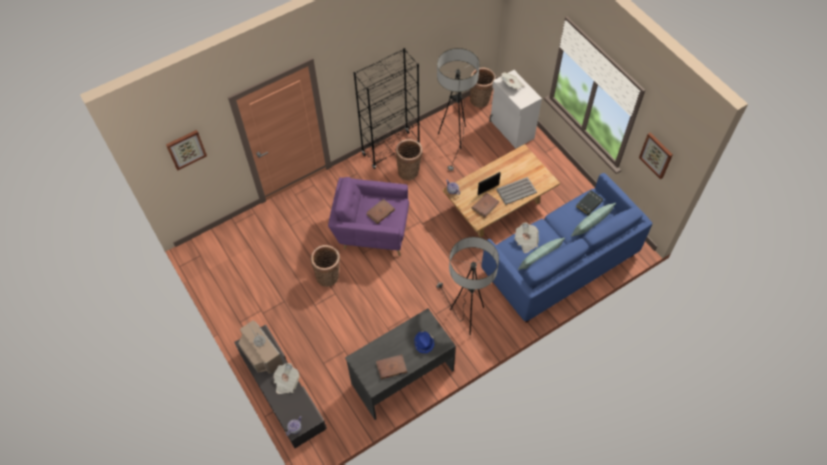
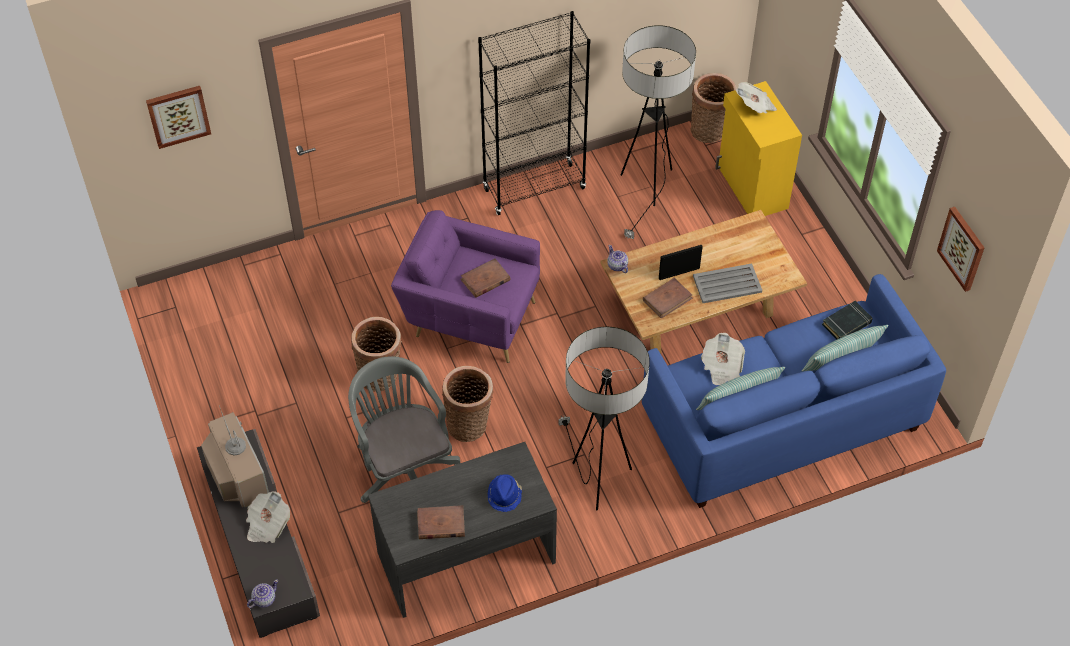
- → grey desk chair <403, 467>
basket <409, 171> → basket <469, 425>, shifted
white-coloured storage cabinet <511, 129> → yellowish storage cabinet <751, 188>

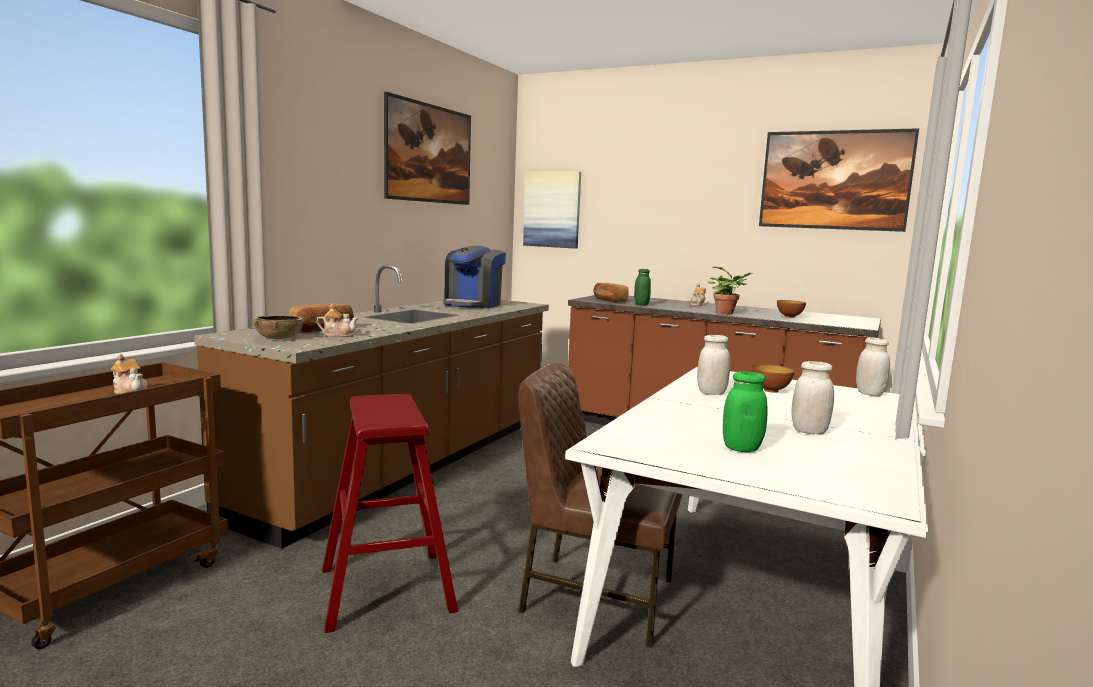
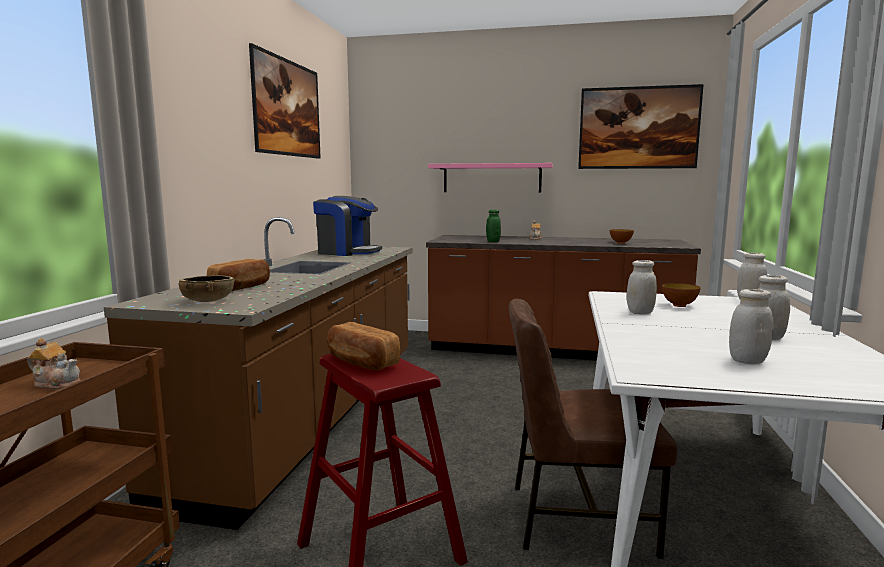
coffee machine <473, 304> → coffee machine <347, 252>, 75 degrees counterclockwise
baked bread <609, 300> → baked bread <361, 362>, shifted
- → pinkish bracket shelf <492, 178>
green storage jar <741, 448> → white-coloured storage jar <747, 360>
pot for tea <338, 335> → -
wall art <552, 209> → -
plant in a pot <727, 313> → -

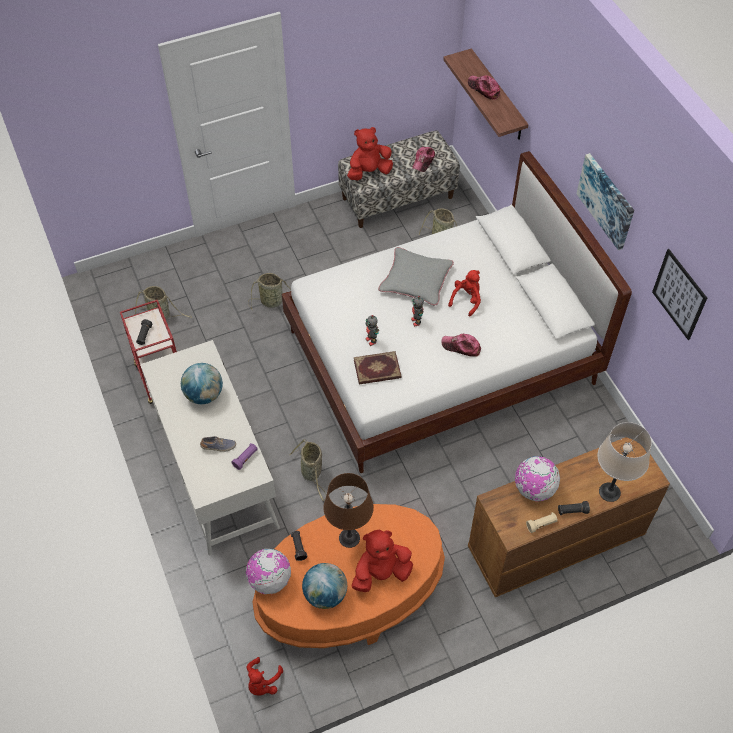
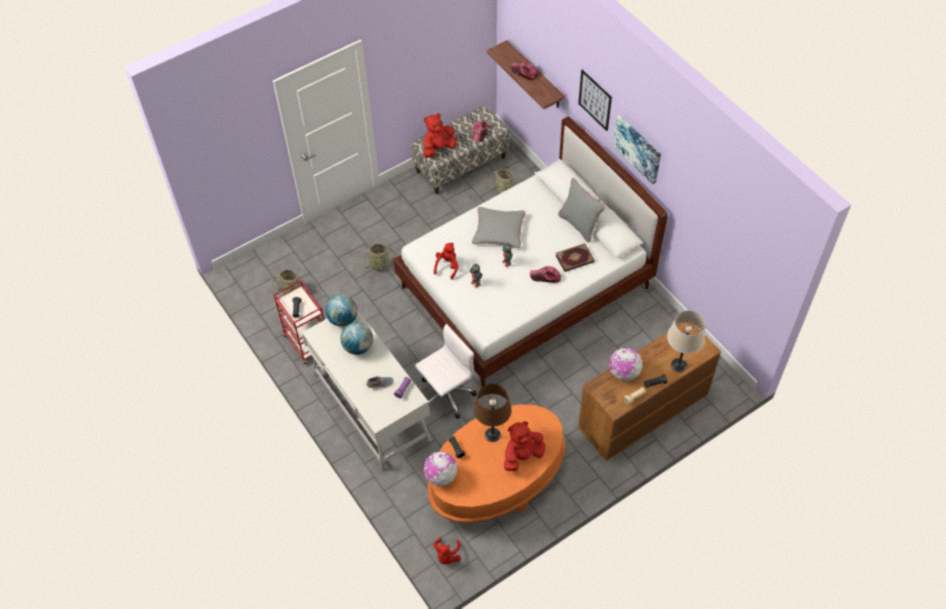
desk globe <325, 594> → desk globe <343, 319>, shifted
basket <312, 473> → white-coloured desk chair <446, 394>
red-coloured soft toy <466, 300> → red-coloured soft toy <447, 266>, shifted
volume <377, 370> → volume <575, 259>, shifted
- → grey cushion <579, 225>
wall art <679, 294> → wall art <595, 100>, shifted

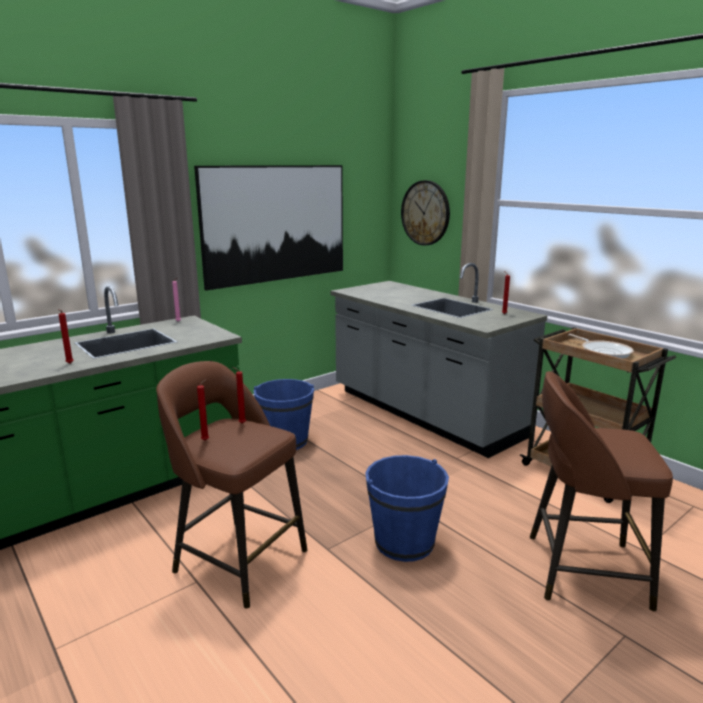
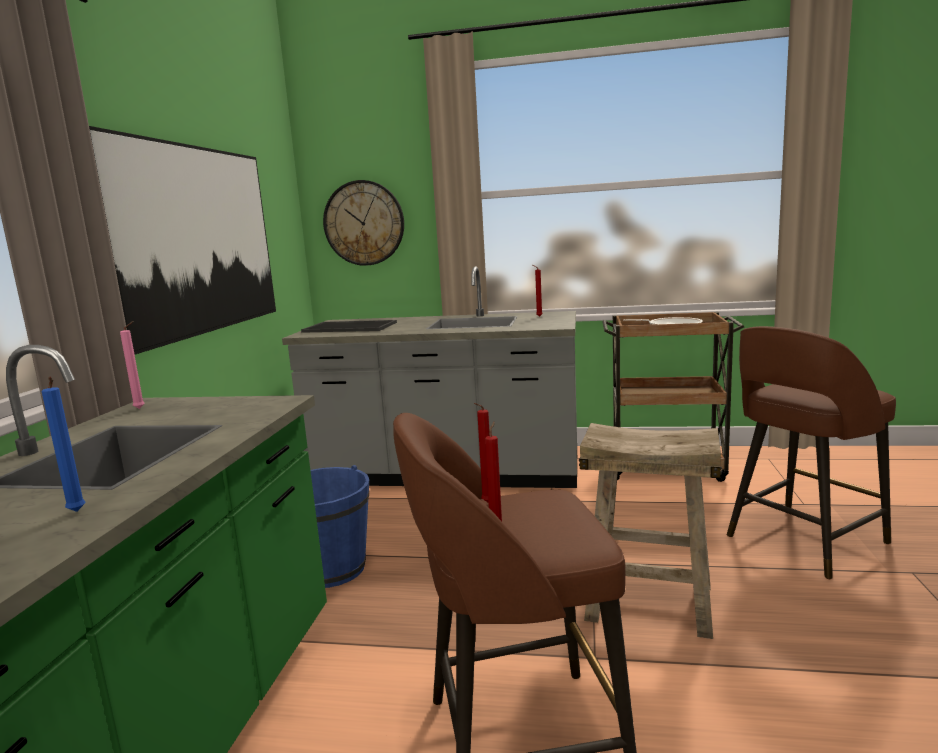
red-coloured candle <69, 364> → blue-coloured candle <77, 512>
- → tray <351, 327>
blue-coloured bucket <404, 542> → sand-coloured sitting stool <650, 601>

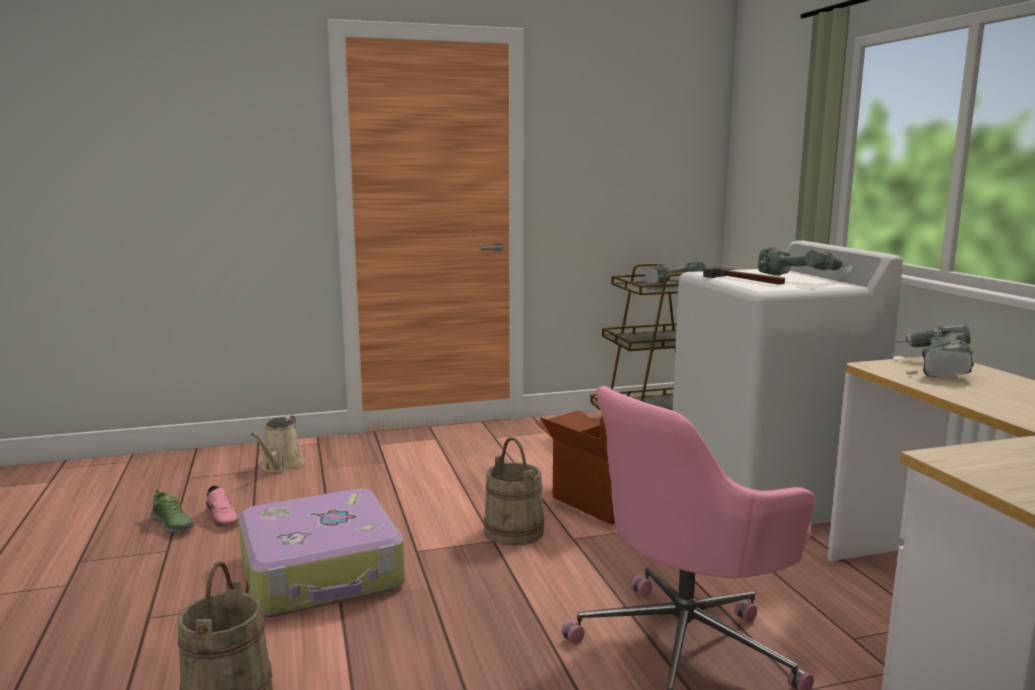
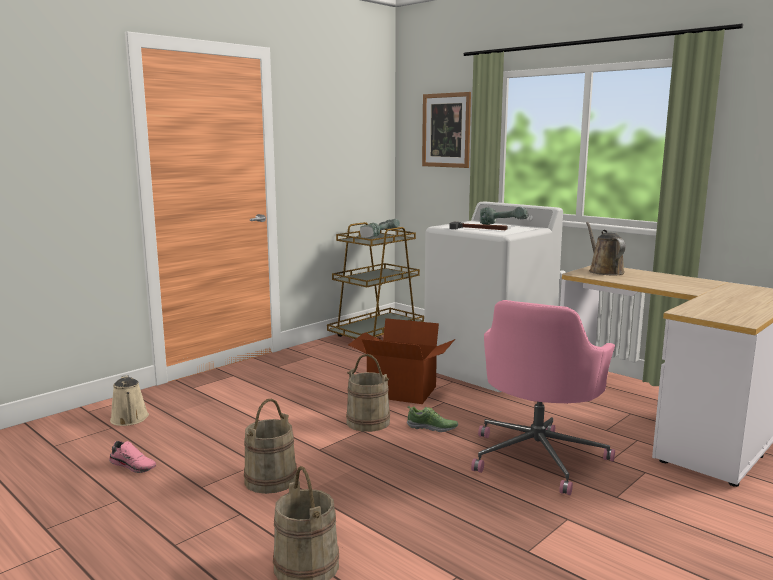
suitcase <323, 572> → sand-coloured bucket <270, 479>
shoe <172, 524> → shoe <432, 428>, shifted
- → wall art <446, 130>
electric drill <933, 368> → brownish sprinkling can <604, 271>

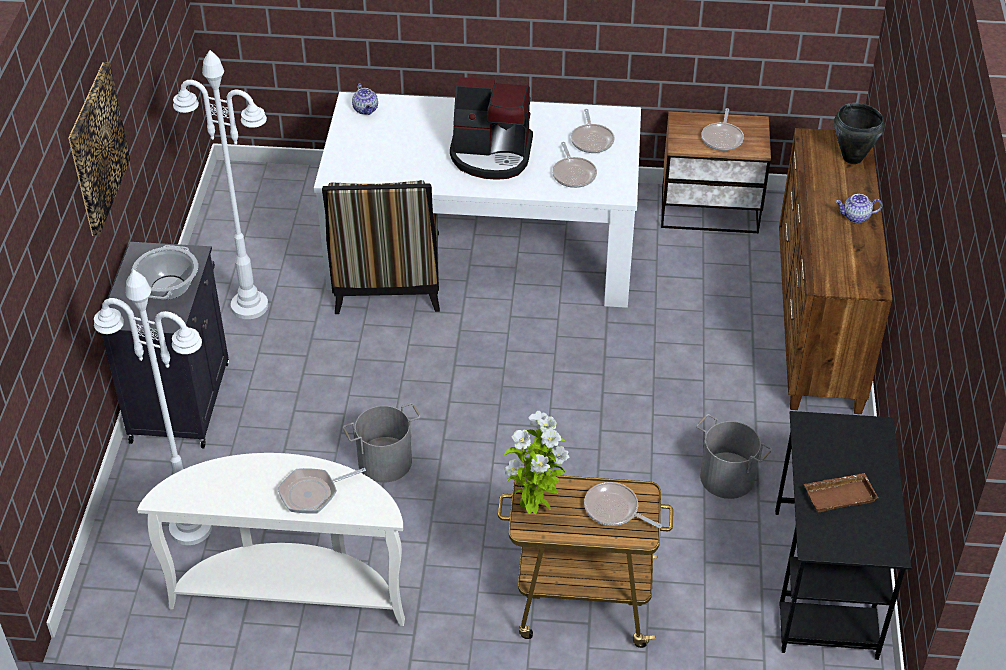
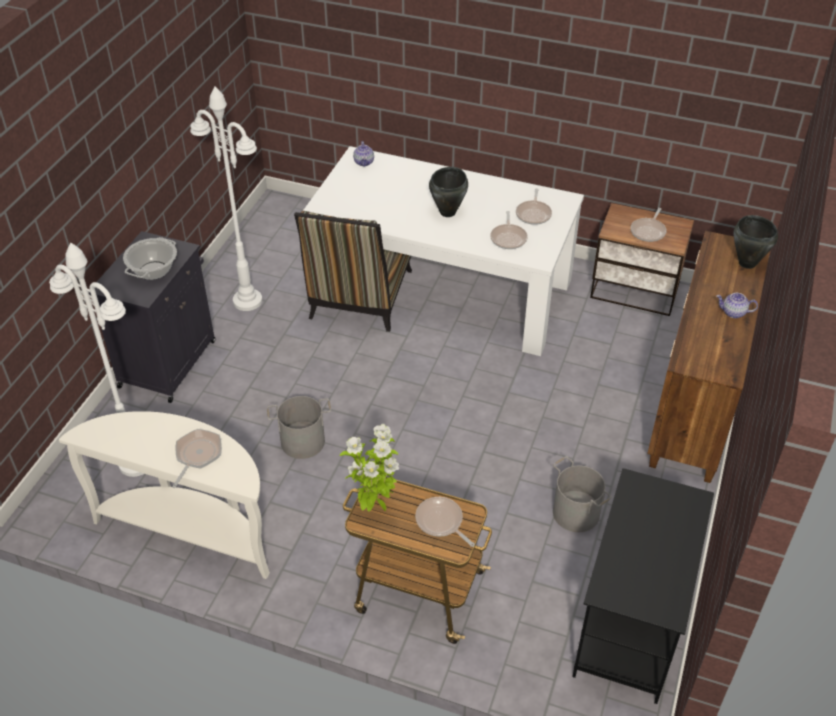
skillet <313, 493> → skillet <197, 455>, 120 degrees clockwise
coffee machine <491, 155> → black saucepot <448, 212>
wall art <97, 148> → -
brownish tray <839, 495> → -

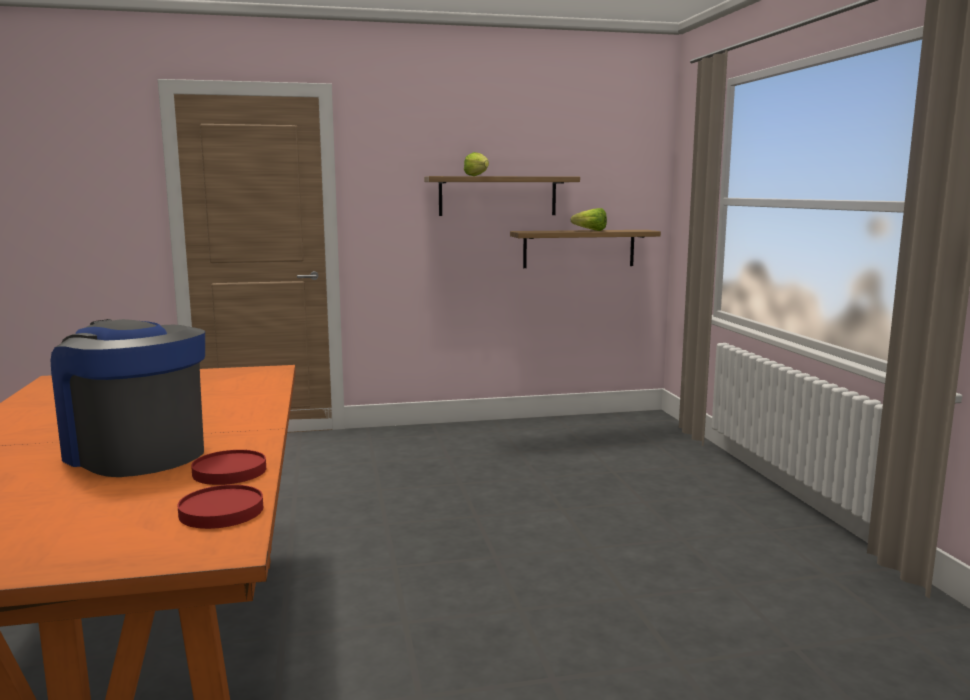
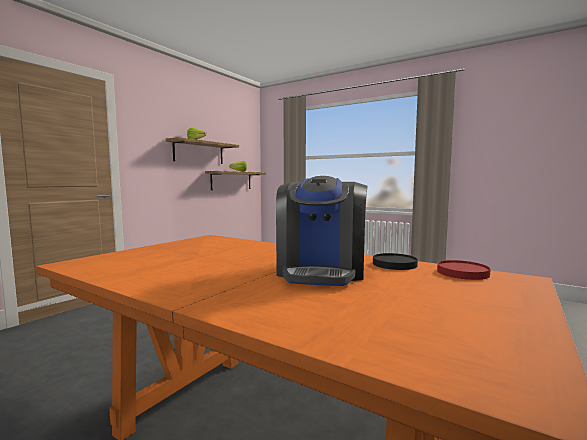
coffee machine <135, 453> → coffee machine <321, 271>, 75 degrees counterclockwise
red-coloured dinner plate <229, 471> → black dinner plate <394, 264>

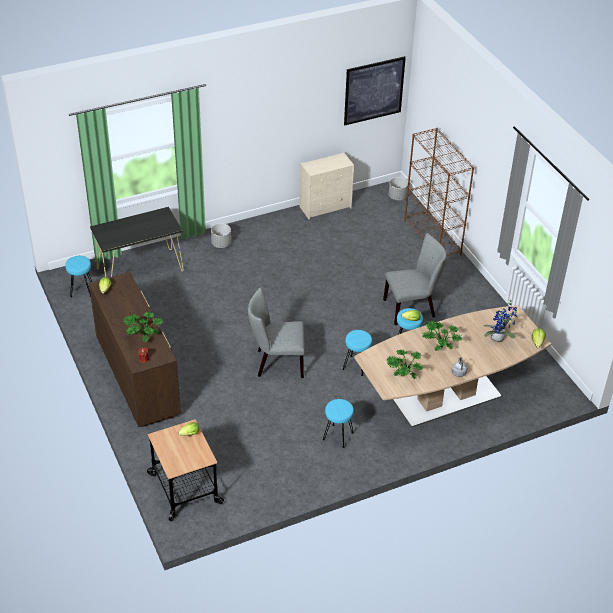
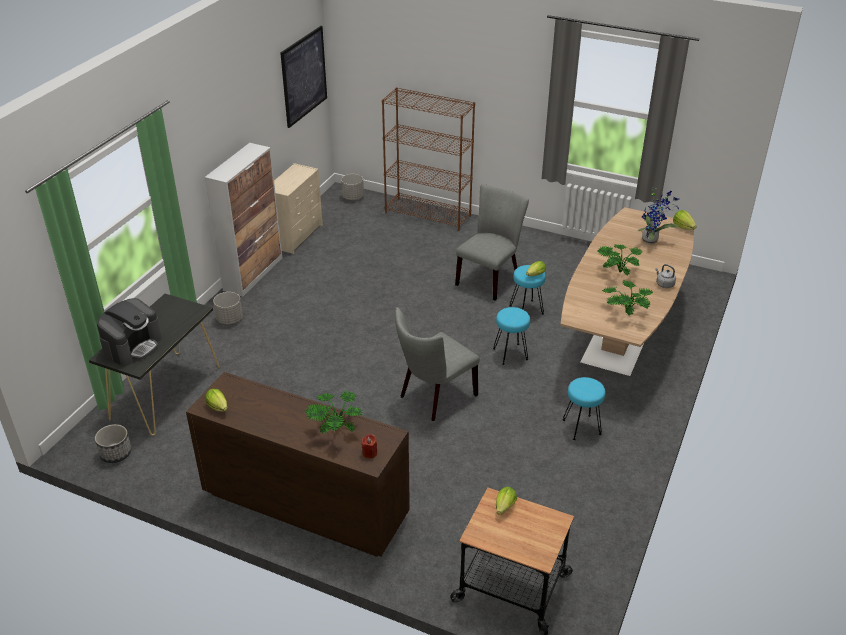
blue-green sitting stool <82, 290> → planter <116, 453>
- → coffee machine <133, 346>
- → storage cabinet <253, 273>

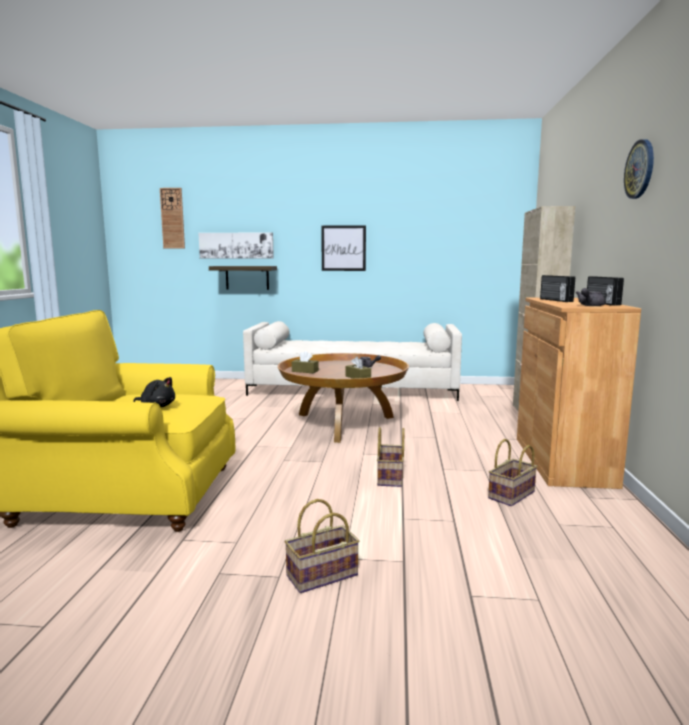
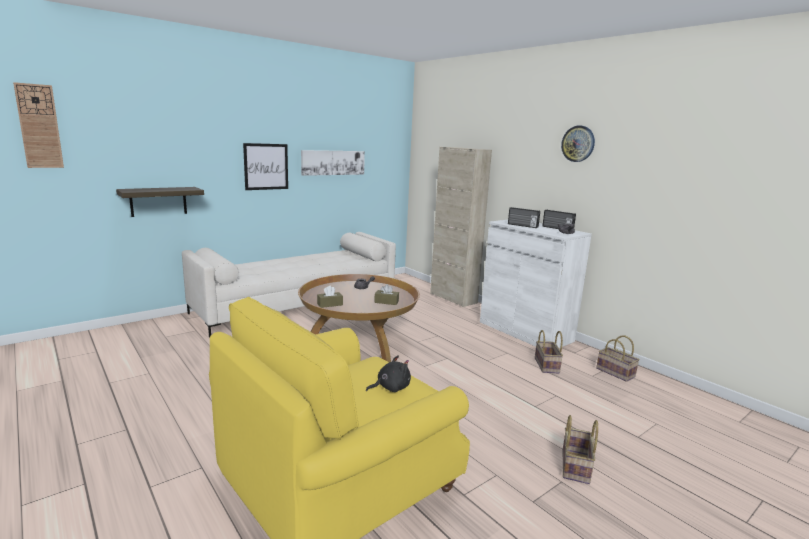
wall art <236, 245> → wall art <333, 162>, shifted
brownish storage cabinet <563, 461> → white-coloured storage cabinet <525, 331>
basket <391, 478> → basket <616, 373>, shifted

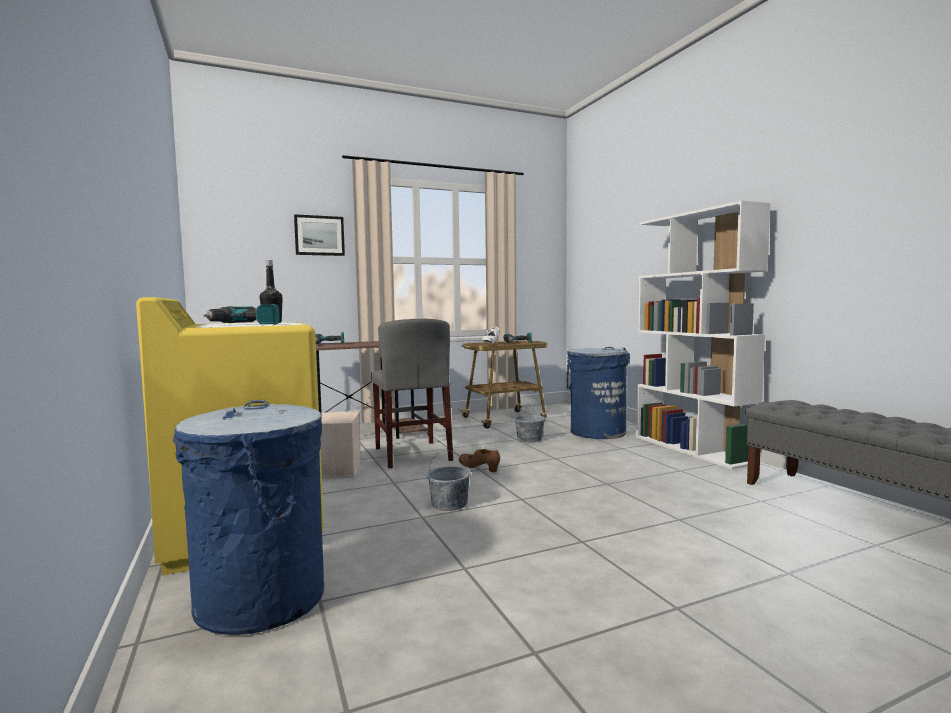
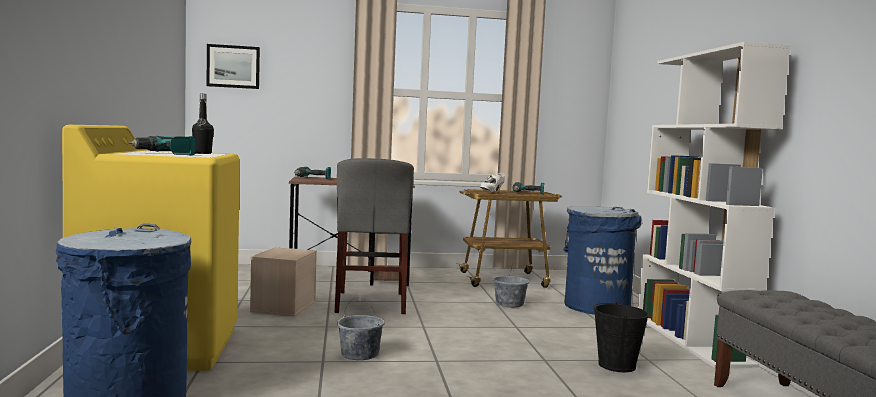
wall art <319, 235> → wall art <233, 66>, shifted
- → black bucket <617, 365>
brownish shoe <479, 469> → -

